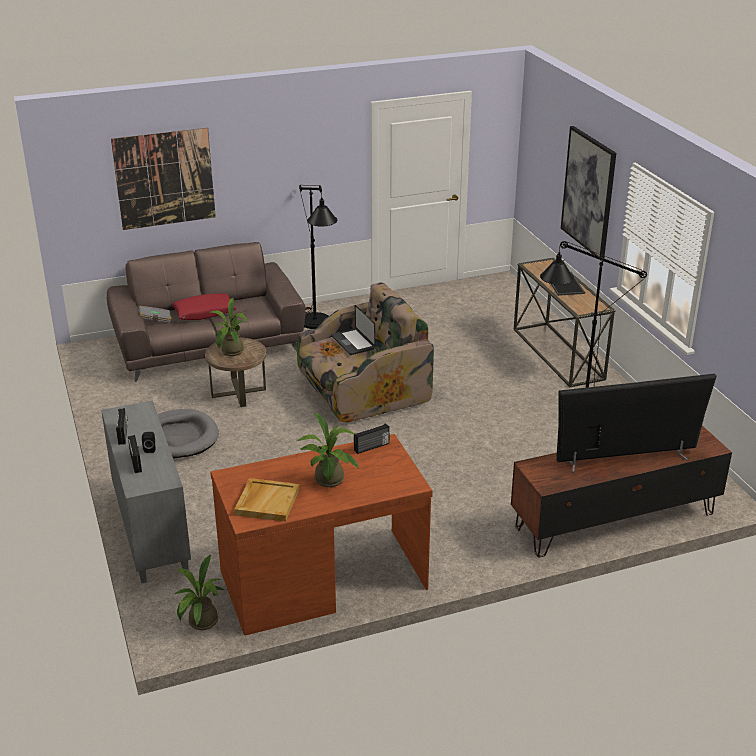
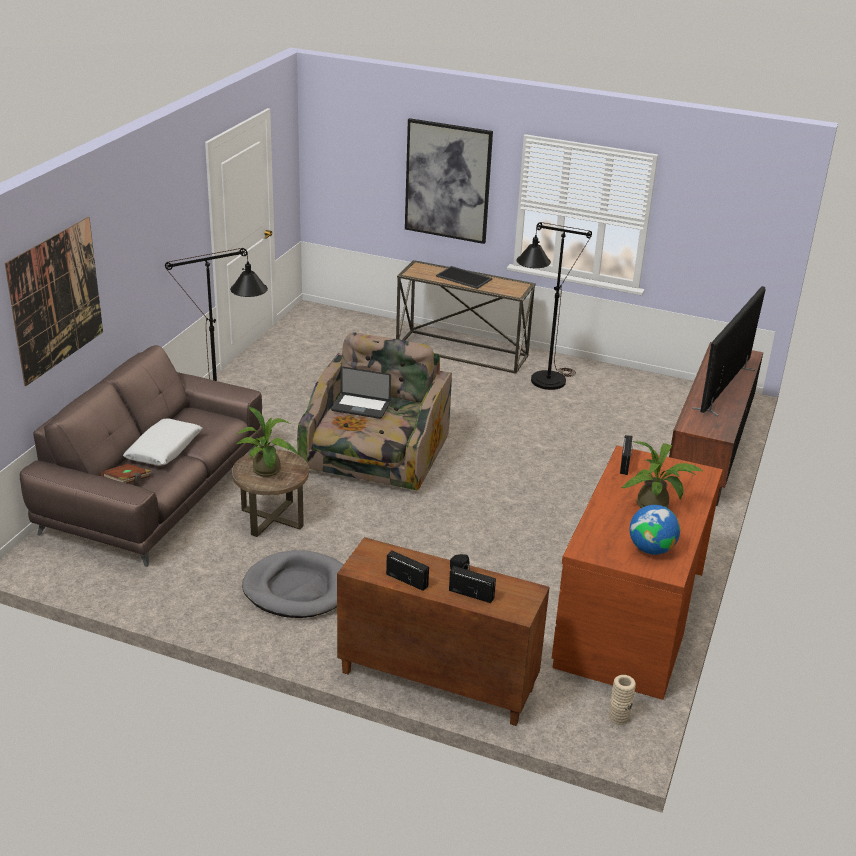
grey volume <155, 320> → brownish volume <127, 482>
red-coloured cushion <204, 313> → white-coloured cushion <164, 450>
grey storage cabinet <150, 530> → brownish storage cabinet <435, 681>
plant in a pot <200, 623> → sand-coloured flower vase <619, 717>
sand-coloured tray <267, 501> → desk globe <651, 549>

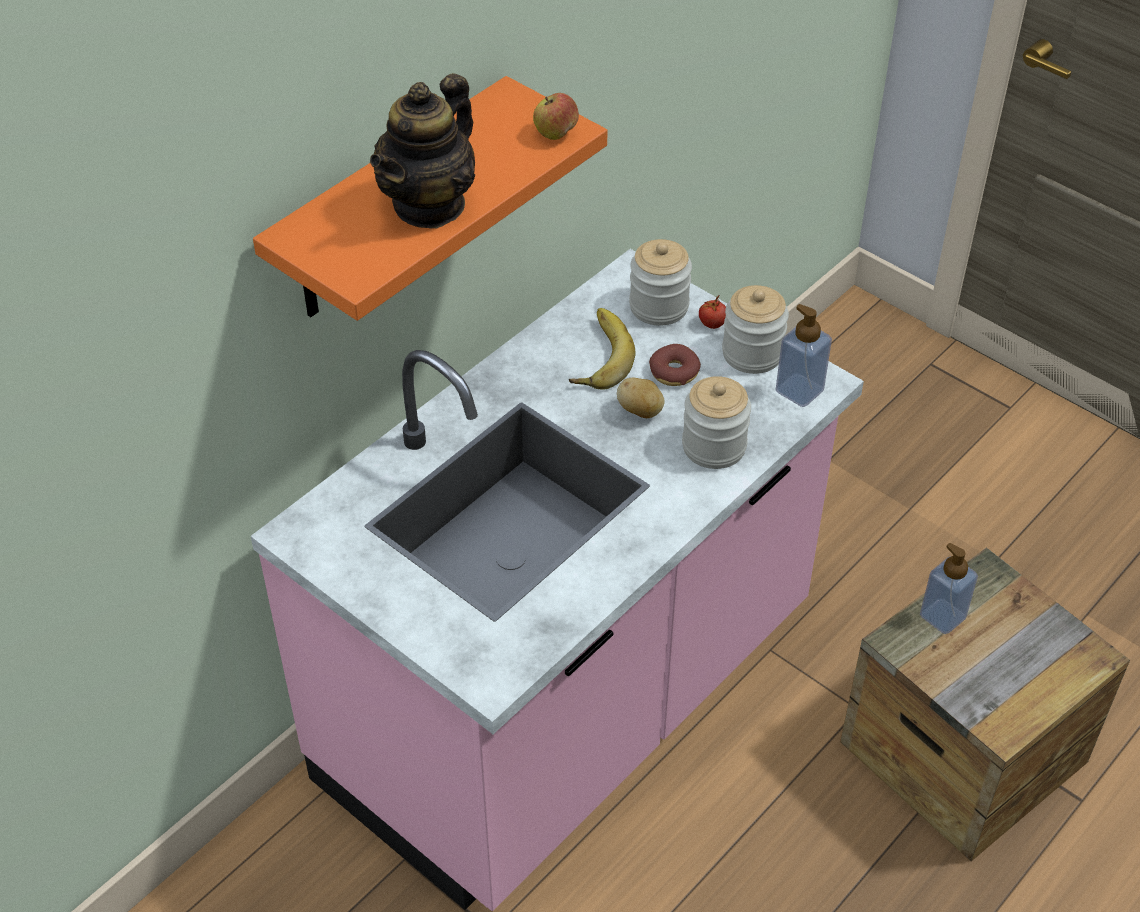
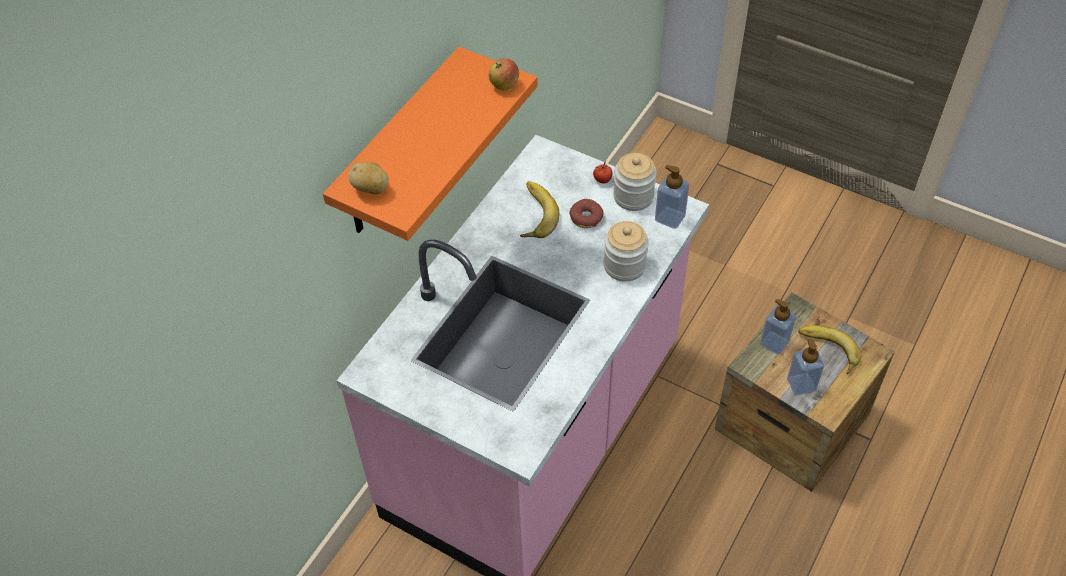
spud <640, 411> → spud <371, 189>, shifted
- → liquid soap bottle <801, 384>
- → banana fruit <827, 351>
pot for tea <429, 205> → -
storage jar <659, 306> → -

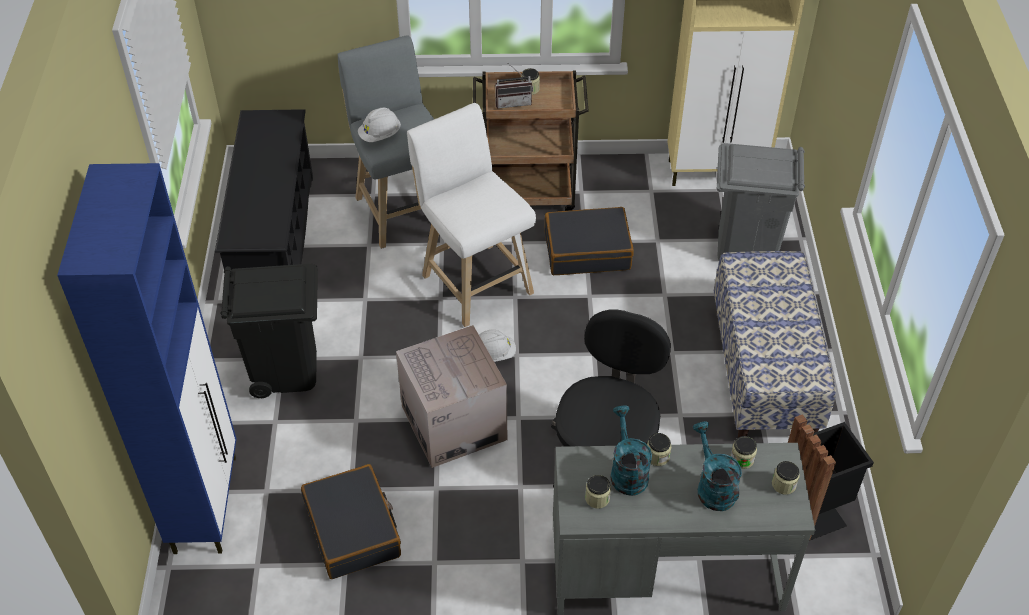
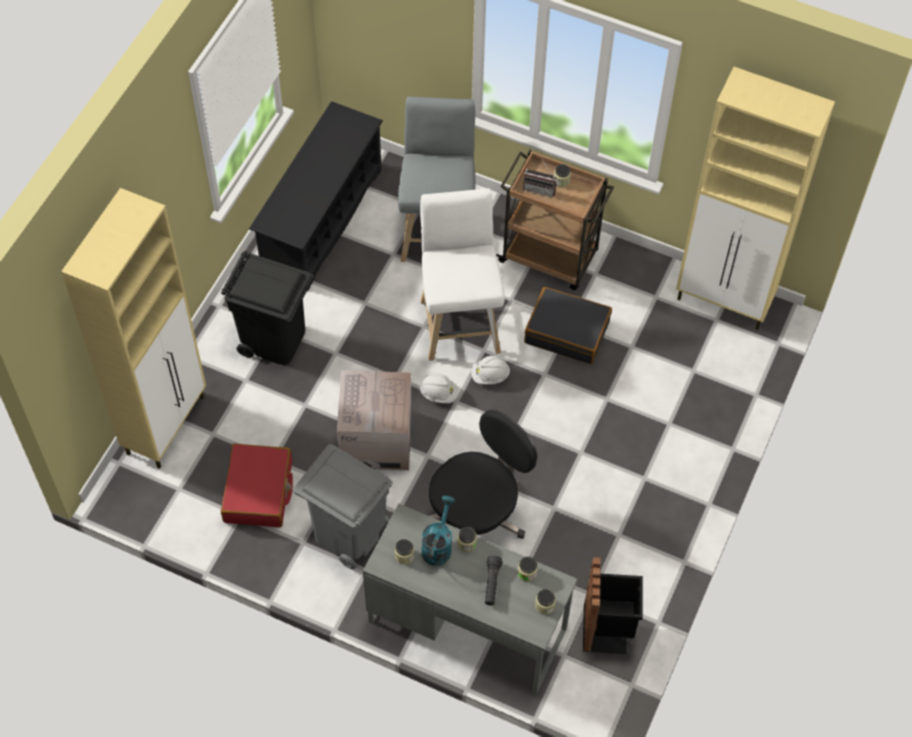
blue-coloured storage cabinet <206, 502> → sand-coloured storage cabinet <166, 424>
black suitcase <353, 530> → red-coloured suitcase <259, 492>
grey rubbish bin <746, 247> → grey rubbish bin <348, 534>, shifted
white-coloured work helmet <380, 135> → white-coloured work helmet <490, 375>, shifted
blue-green sprinkling can <712, 486> → black hand torch <492, 584>
long seat <764, 373> → -

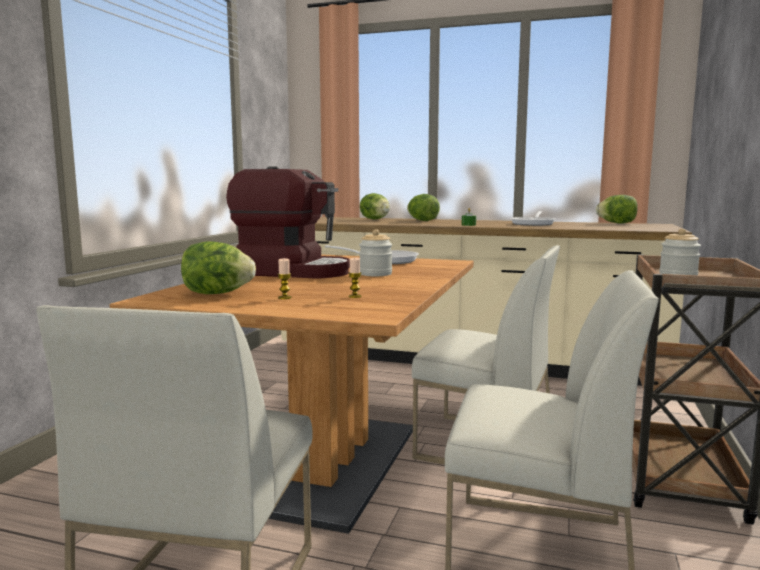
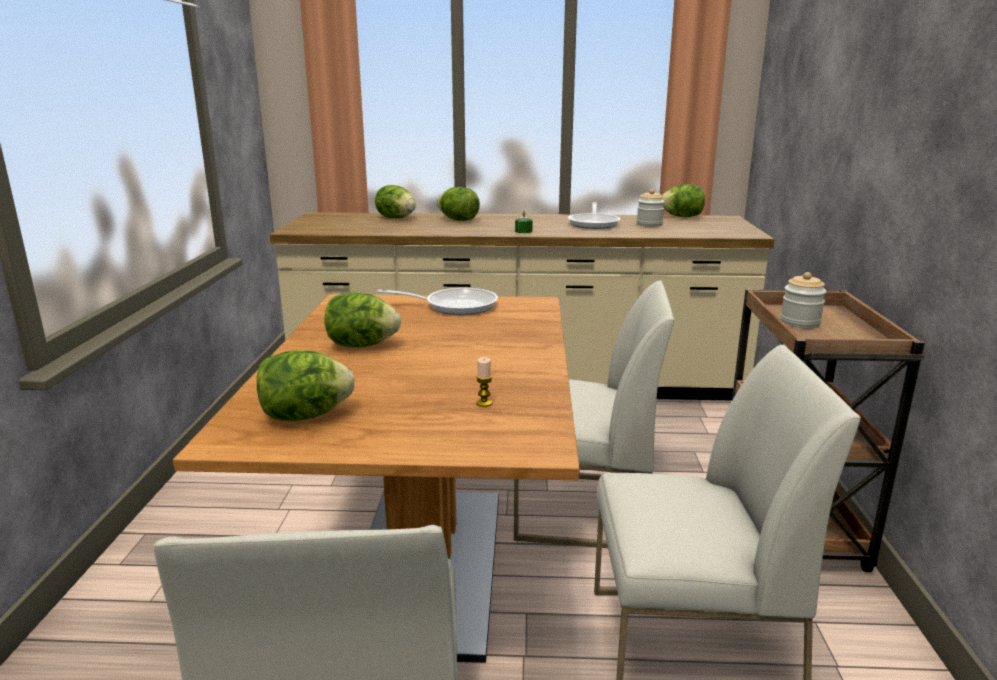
coffee machine <293, 271> → head of lettuce <361, 345>
storage jar <375, 274> → storage jar <649, 224>, shifted
candle <284, 298> → -

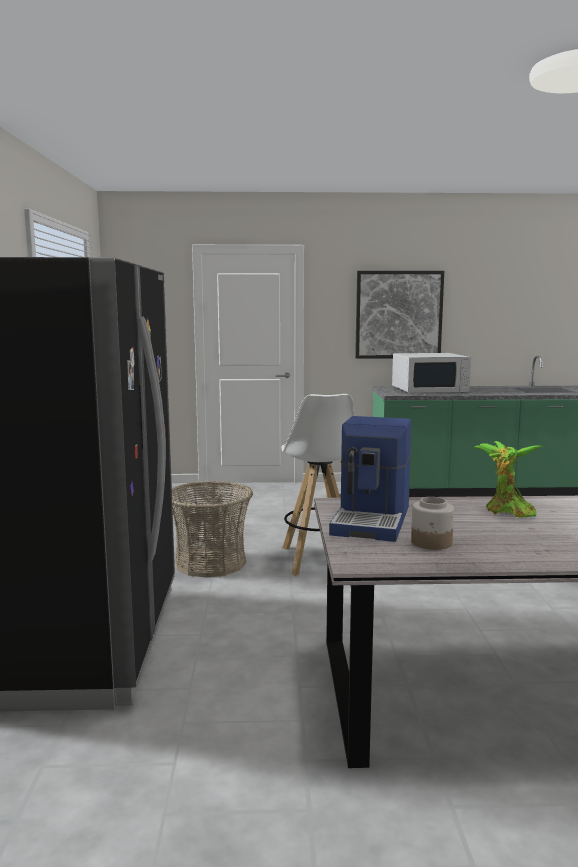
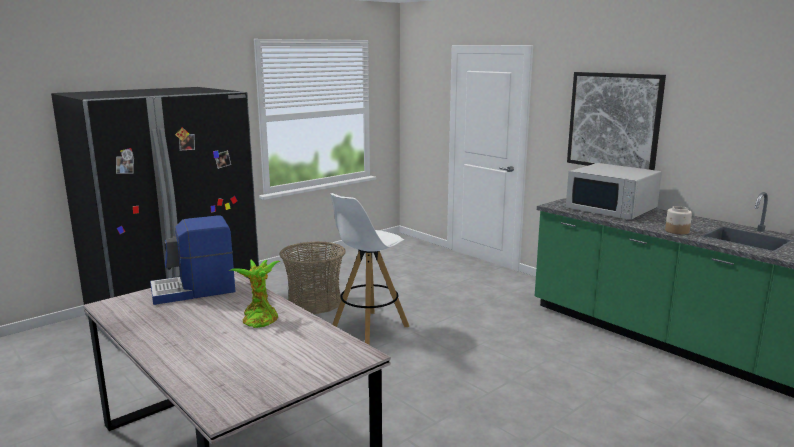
storage jar <431, 543> → storage jar <677, 231>, shifted

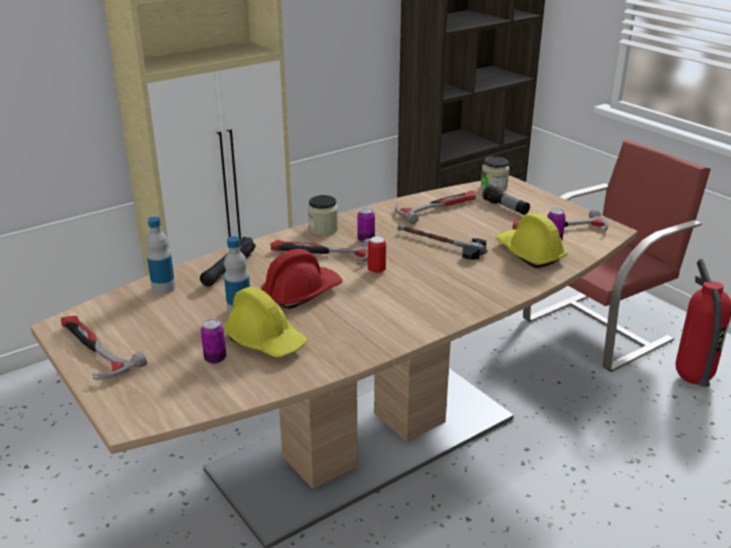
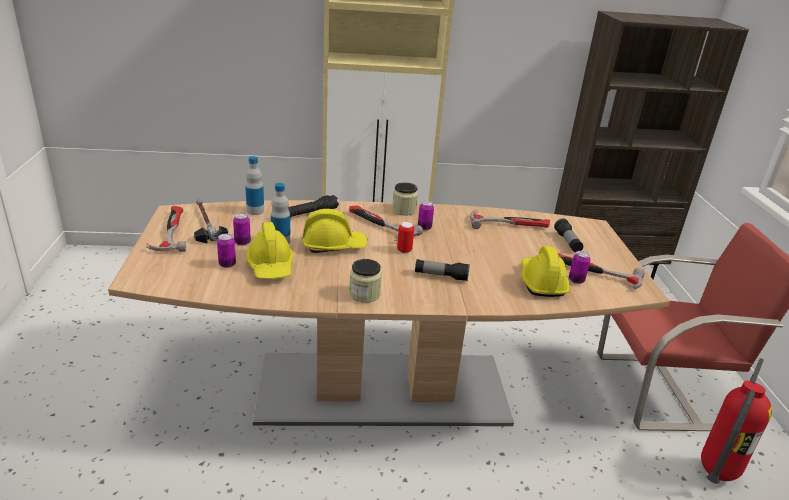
hand hammer <440, 244> → hand hammer <205, 224>, shifted
- → can <242, 242>
red-coloured work helmet <302, 293> → yellowish work helmet <334, 245>
storage jar <494, 187> → storage jar <364, 294>, shifted
- → hand torch <441, 276>

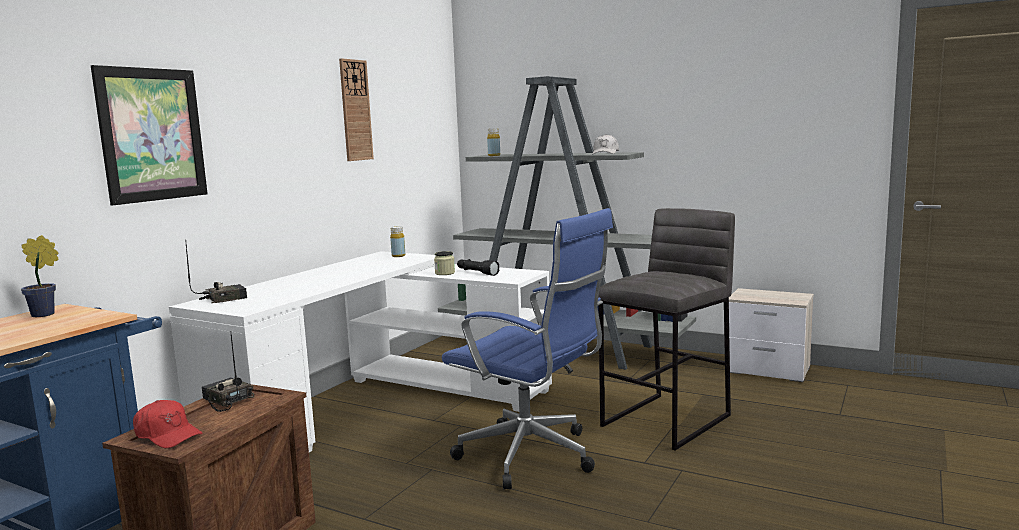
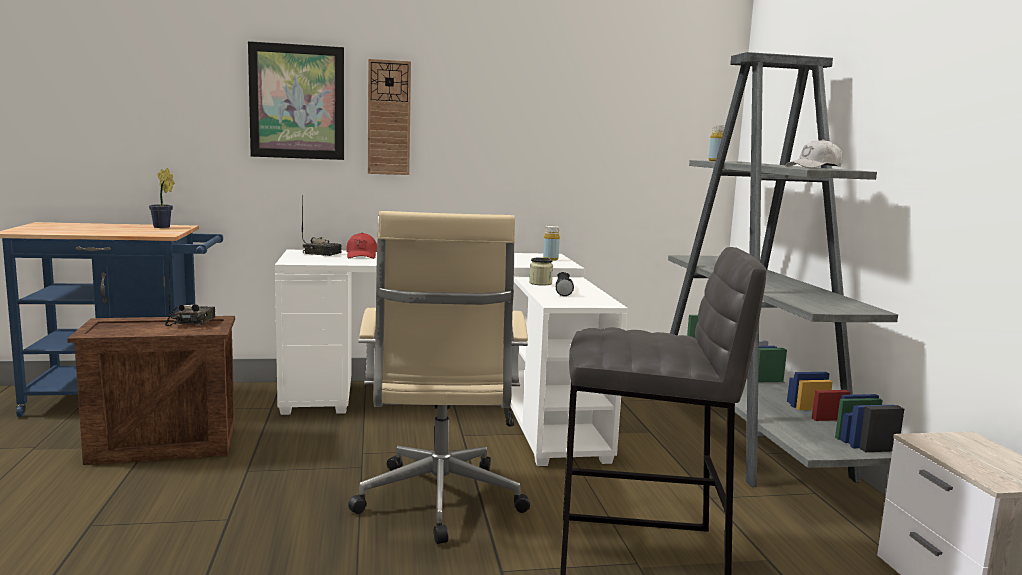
red-coloured peaked cap <167, 435> → red-coloured peaked cap <362, 255>, shifted
blue-coloured desk chair <533, 457> → sand-coloured desk chair <439, 504>
clock on the wall <355, 110> → clock on the wall <389, 118>, shifted

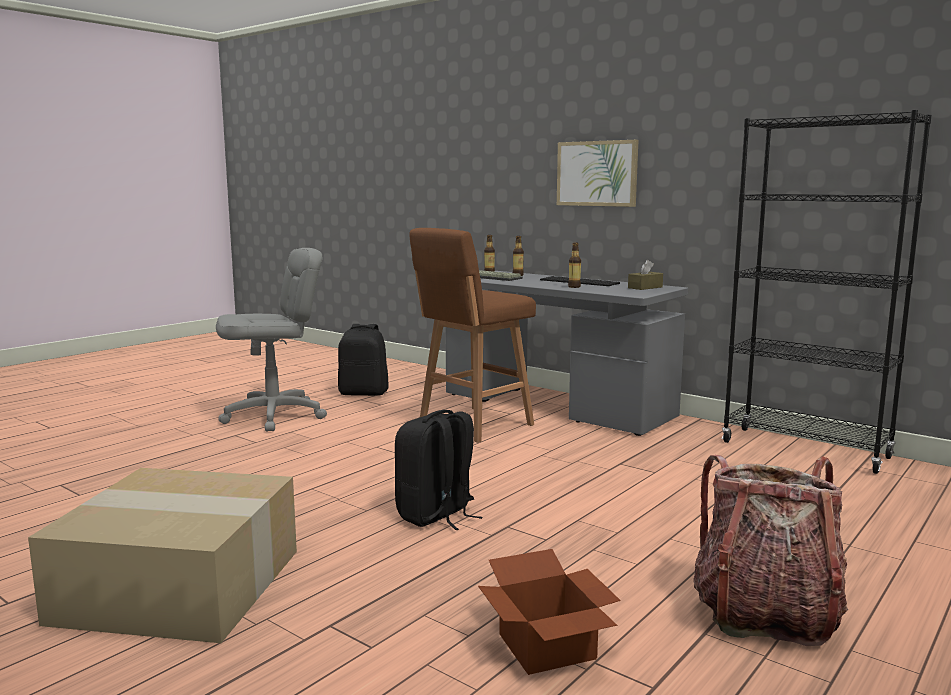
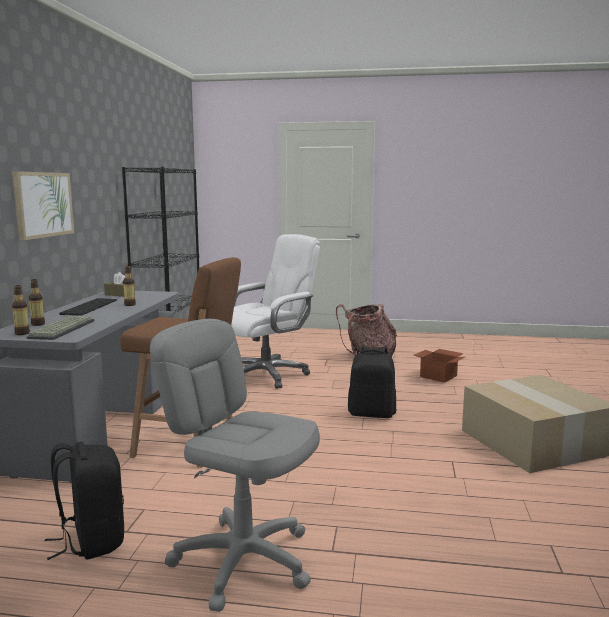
- → white-coloured desk chair <266, 375>

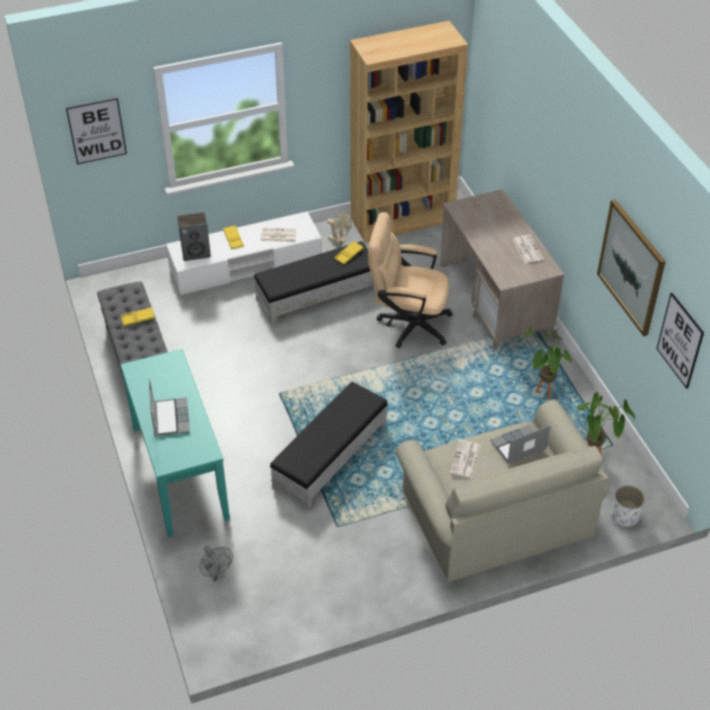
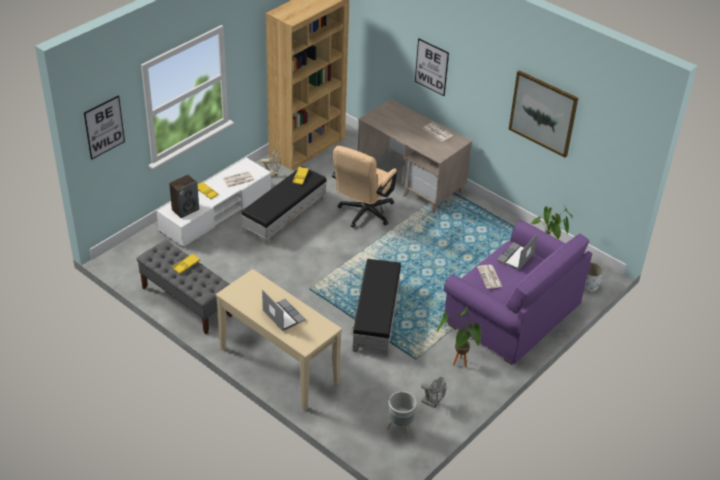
blue-green narrow table <179, 472> → sand-coloured narrow table <278, 366>
sand-coloured desk chair <407, 323> → sand-coloured desk chair <363, 214>, 45 degrees counterclockwise
- → grey planter <400, 429>
wall art <680, 340> → wall art <431, 67>, shifted
grey cooling fan <217, 574> → grey cooling fan <433, 403>, shifted
plant in a pot <541, 395> → plant in a pot <458, 366>, shifted
sand-coloured settee <495, 516> → purple-coloured settee <511, 314>

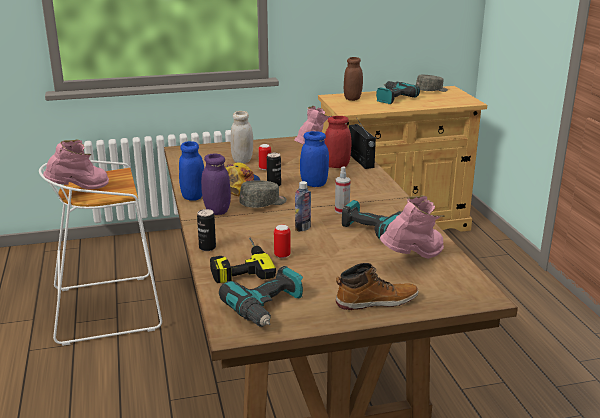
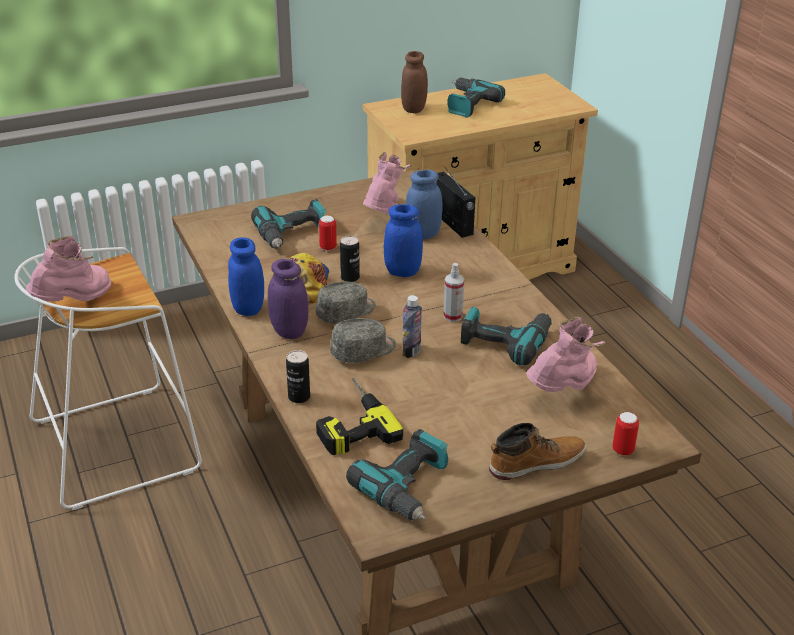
white-coloured storage jar <242, 160> → electric drill <292, 234>
grey peaked cap <431, 91> → grey peaked cap <364, 351>, shifted
red-coloured storage jar <337, 165> → blue-coloured storage jar <423, 234>
can <282, 255> → can <623, 450>, shifted

